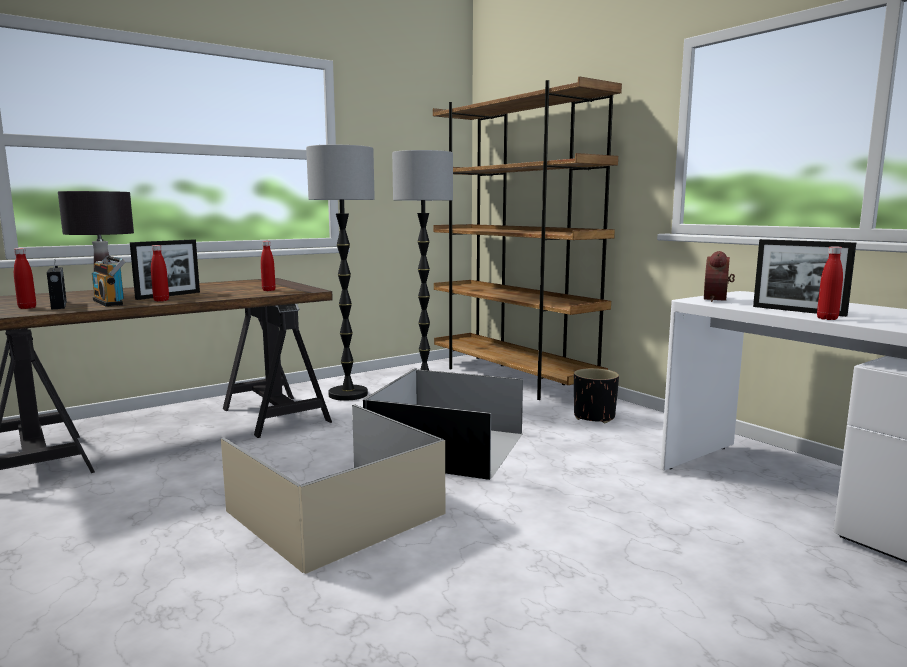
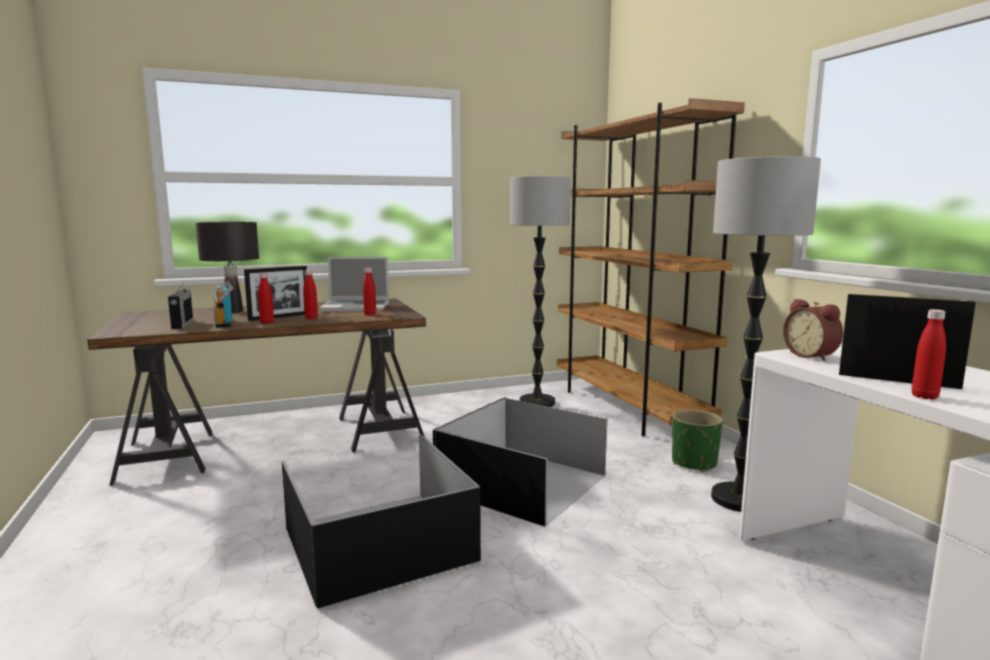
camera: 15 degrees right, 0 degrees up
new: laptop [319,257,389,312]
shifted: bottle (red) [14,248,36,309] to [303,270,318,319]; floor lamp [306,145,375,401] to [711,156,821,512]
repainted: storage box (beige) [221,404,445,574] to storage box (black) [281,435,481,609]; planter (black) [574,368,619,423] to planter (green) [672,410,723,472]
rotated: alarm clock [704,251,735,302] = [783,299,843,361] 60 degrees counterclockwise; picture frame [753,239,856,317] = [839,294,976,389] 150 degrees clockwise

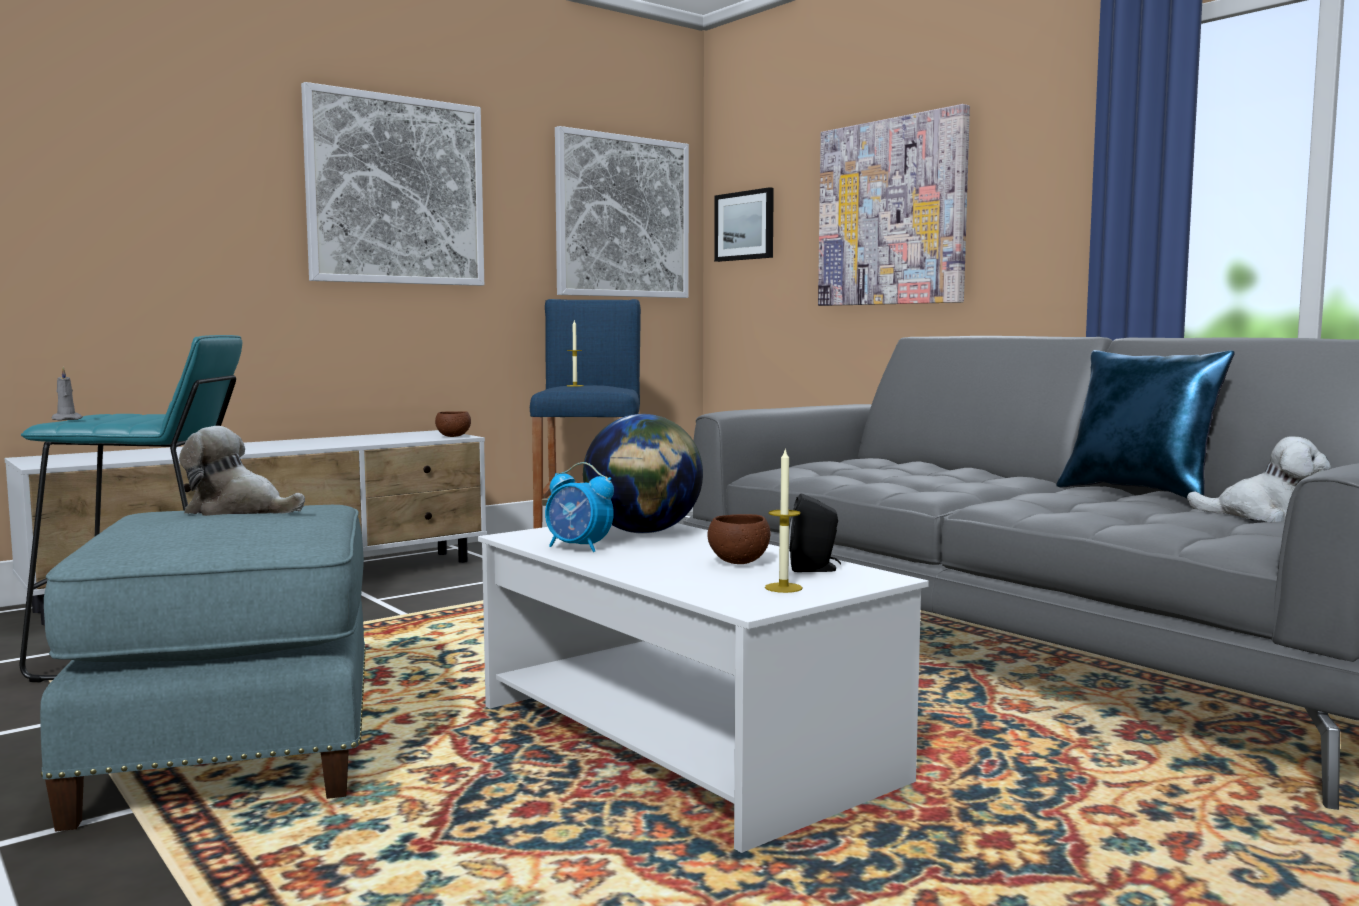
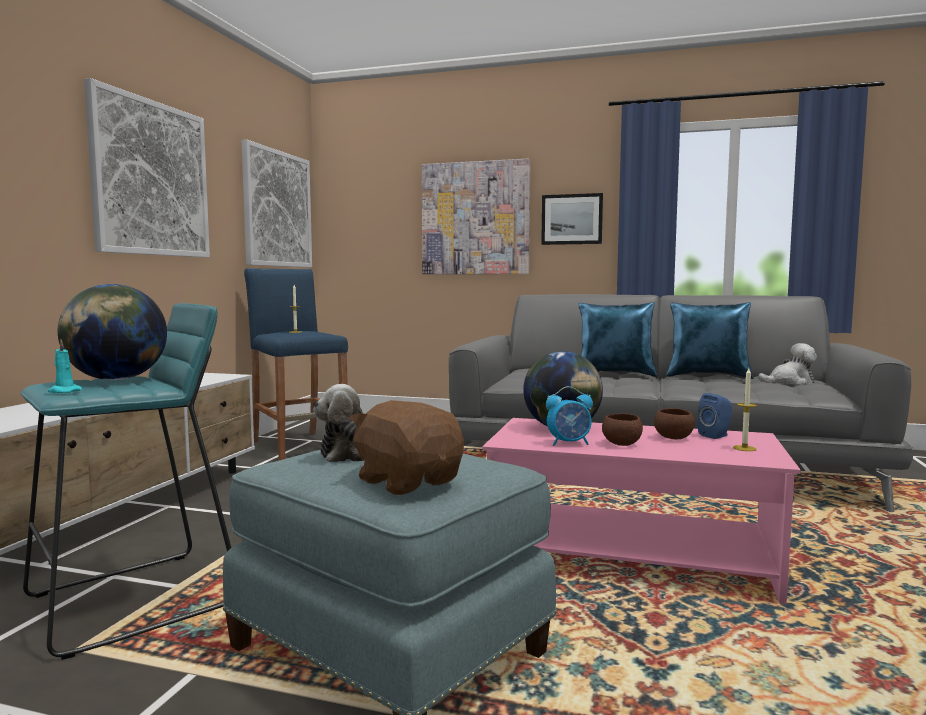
camera: 35 degrees left, 0 degrees up
new: globe [58,284,167,380]; plush toy (brown) [350,400,464,495]; pillow (blue) [579,302,657,377]
shifted: bowl (brown) [435,411,471,437] to [602,413,643,446]; picture [714,187,774,262] to [541,193,603,245]
repainted: candle (grey) [52,367,83,420] to candle (turquoise) [48,339,82,393]; coffee table (white) [478,523,929,853] to coffee table (pink) [482,418,801,605]; speaker (black) [789,493,841,572] to speaker (blue) [697,393,732,439]

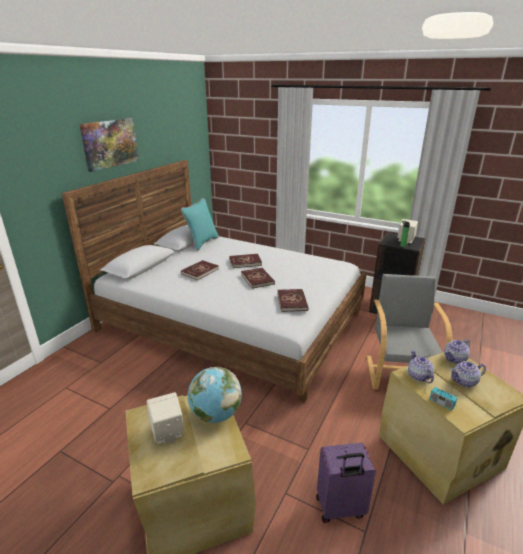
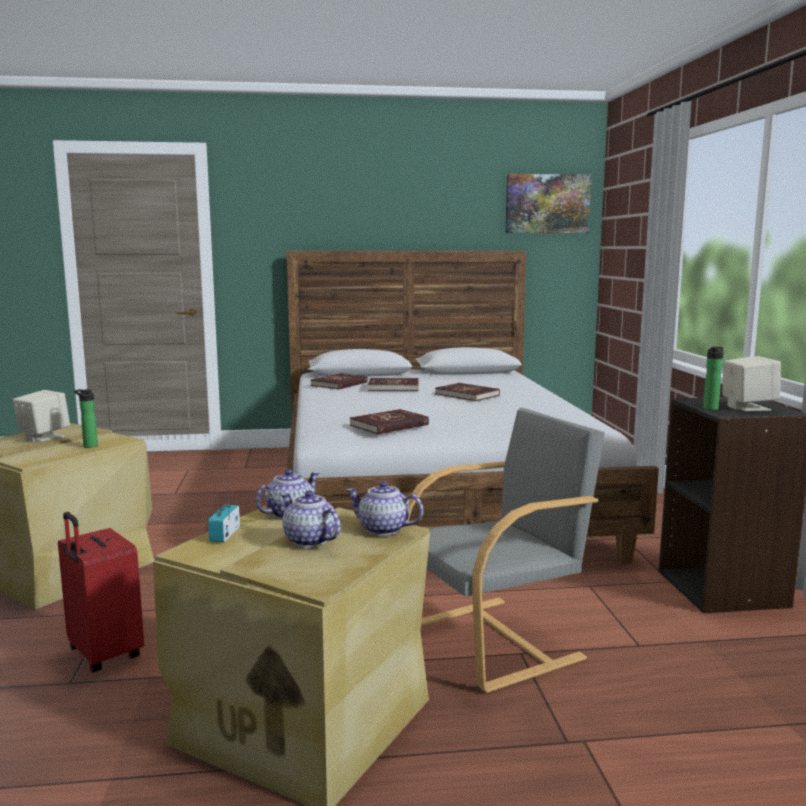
camera: 55 degrees right, 15 degrees down
gone: pillow (turquoise) [181,198,219,251]
shifted: picture [79,118,139,172] to [505,174,592,233]; book (red) [241,268,275,289] to [311,373,368,390]
swapped: globe [188,367,242,423] to bottle [74,389,98,448]
repainted: suitcase (purple) [316,443,376,523] to suitcase (red) [58,512,144,673]

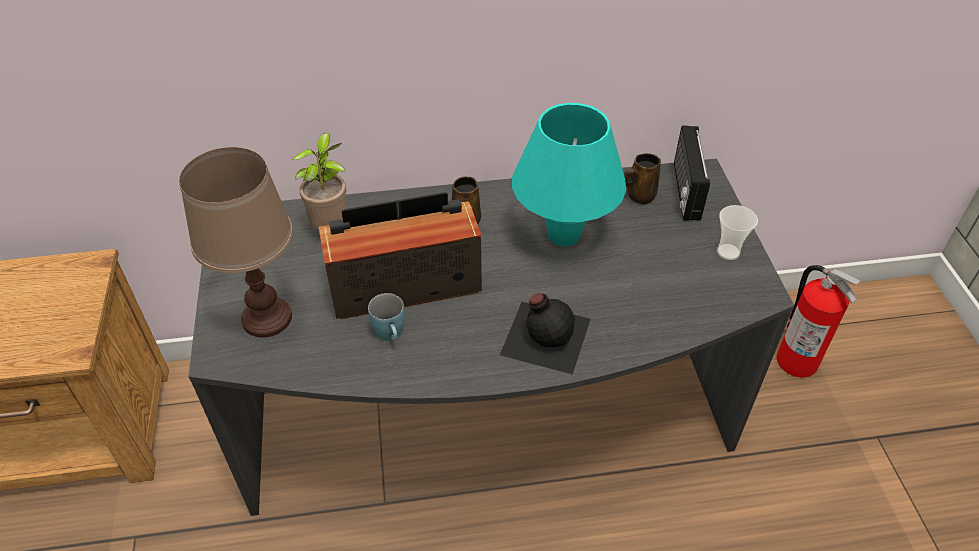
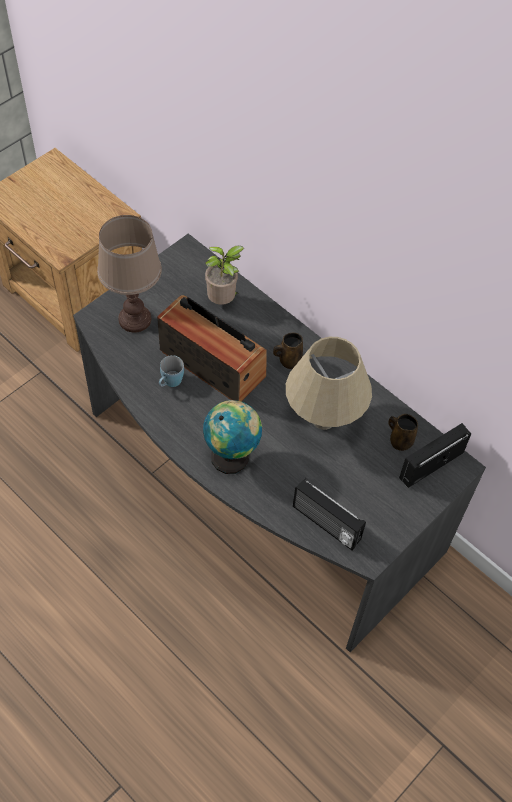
camera: 50 degrees right, 10 degrees up
gone: cup [717,205,758,260]; fire extinguisher [777,265,861,377]
new: radio [293,478,366,551]
swapped: bottle (black) [500,293,591,375] to globe [203,400,262,474]
repainted: table lamp (turquoise) [512,103,626,247] to table lamp (beige) [286,337,372,430]

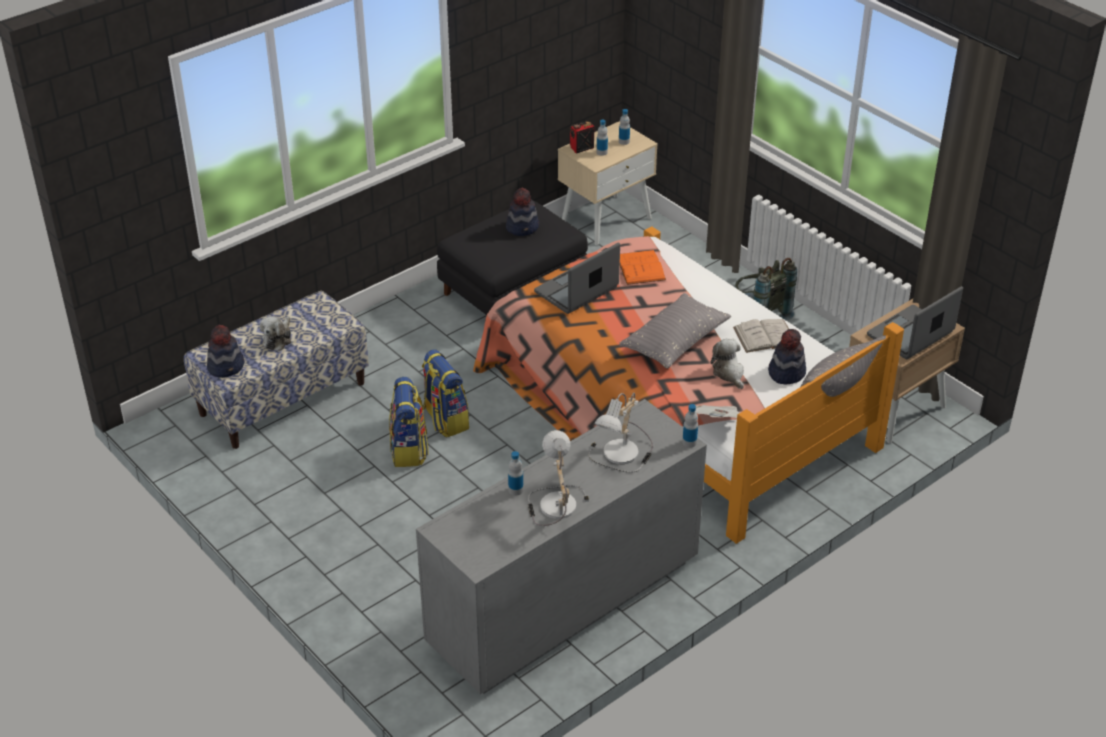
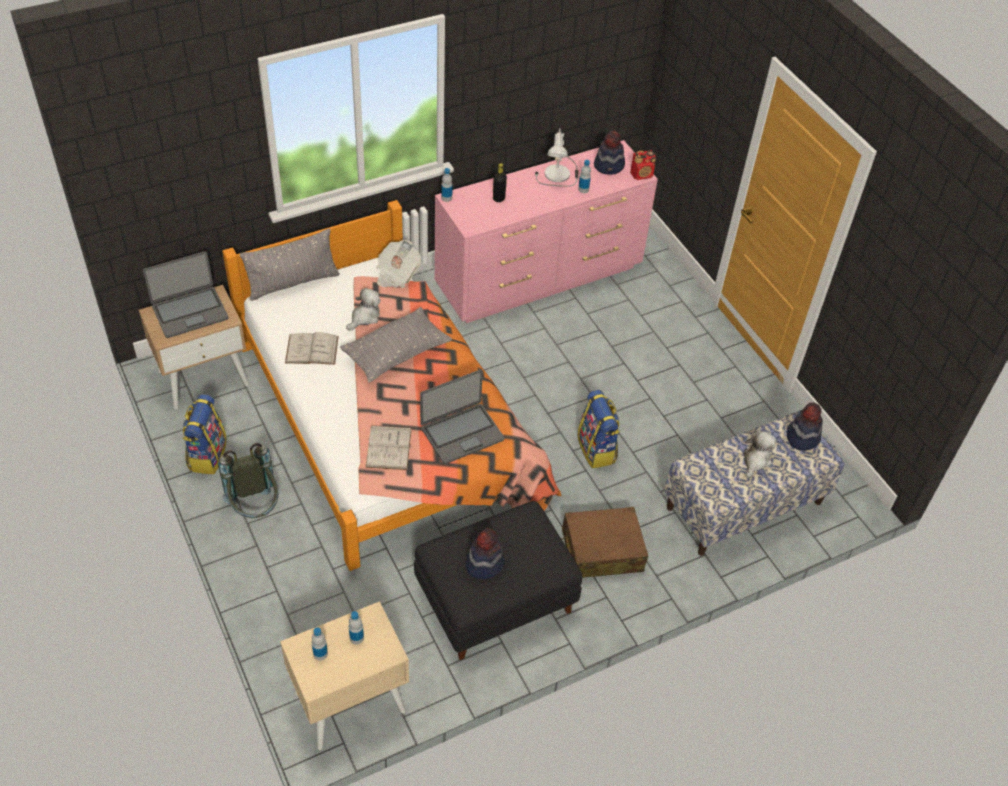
camera: 170 degrees left, 10 degrees up
new: suitcase (brown) [562,507,648,578]
shifted: backpack [389,377,429,467] to [182,394,227,474]; radio [570,121,594,154] to [630,150,656,180]; hat [768,329,806,384] to [594,130,625,175]
swapped: table lamp [588,393,653,473] to bottle (black) [493,163,507,202]
repainted: dresser (grey) [416,399,707,694] to dresser (pink) [435,140,658,323]; book (orange) [620,250,666,285] to book (white) [365,425,412,470]
rotated: plush toy [711,339,744,389] = [346,288,381,330] 135 degrees counterclockwise

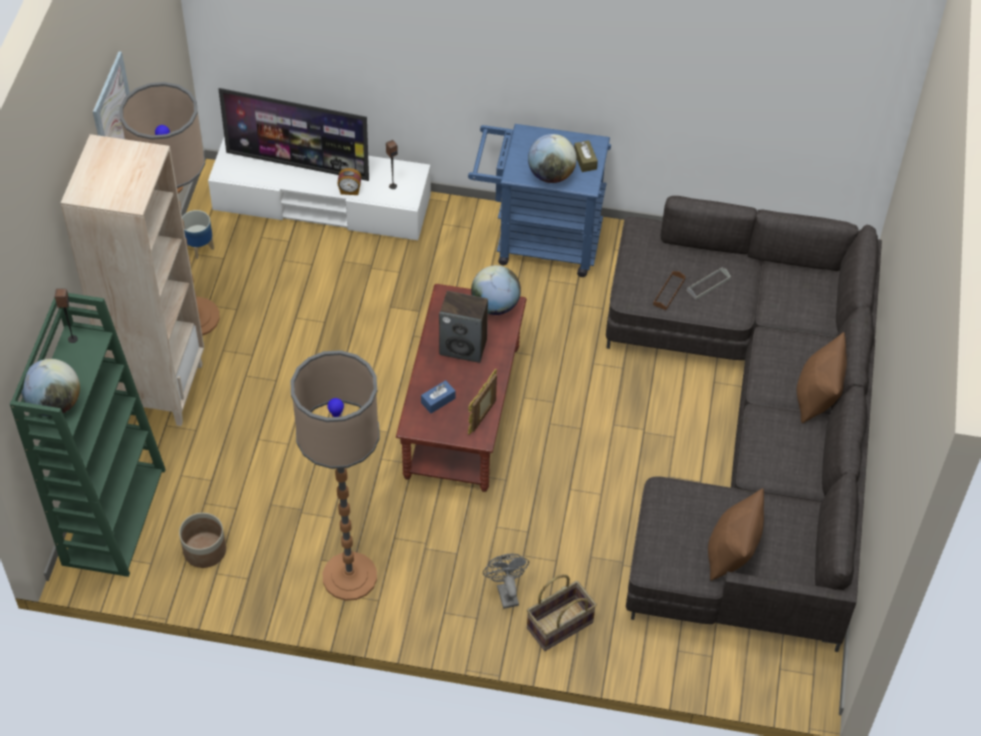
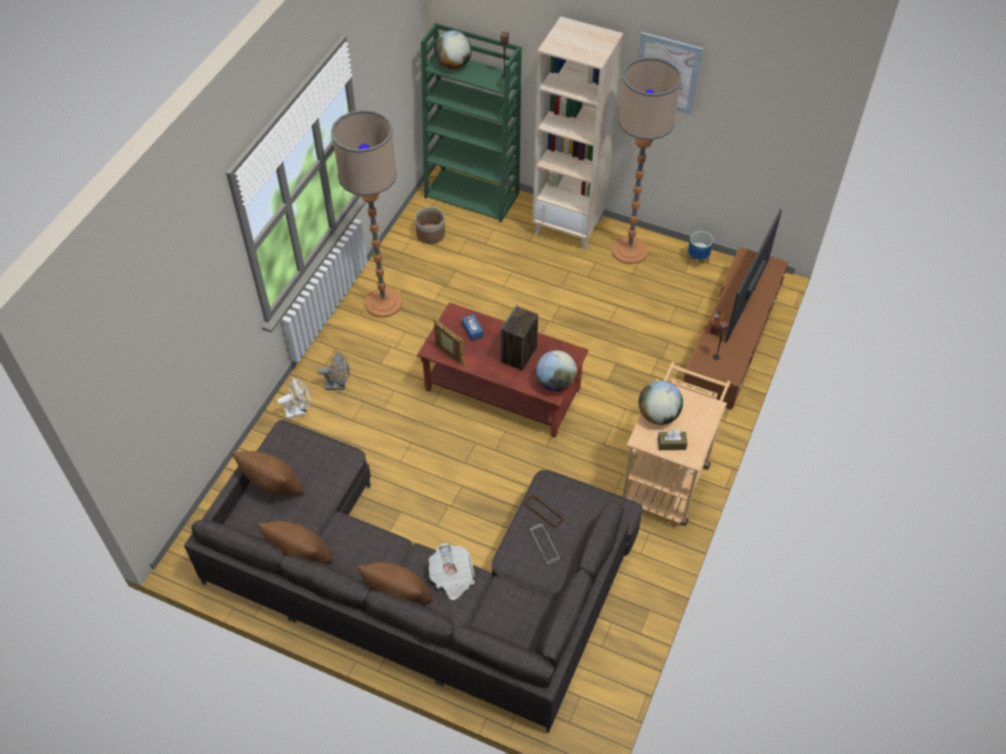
camera: 105 degrees right, 0 degrees up
new: pillow (brown) [257,521,334,564]; newspaper [429,543,475,600]
swapped: basket [527,574,597,651] to fan (white) [277,377,310,419]
repainted: tv stand (white) [208,138,431,240] to tv stand (brown) [683,247,788,410]; cart (blue) [468,124,611,277] to cart (beige) [622,362,730,526]

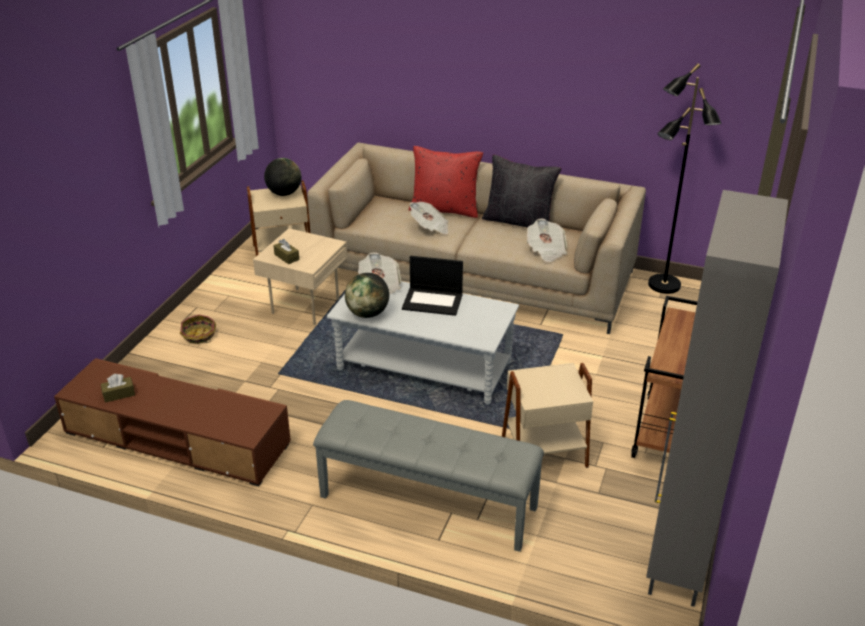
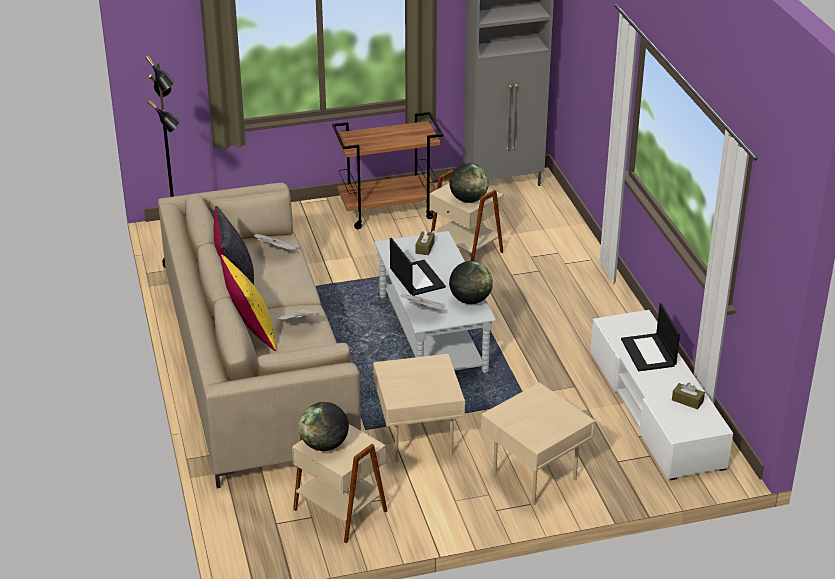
camera: 125 degrees left, 0 degrees up
gone: bench (grey) [313,400,544,552]
new: globe [449,163,489,203]; laptop [621,303,680,371]
shifted: tissue box (brown) [273,239,299,264] to [416,229,435,255]
swapped: basket [180,315,216,344] to side table (beige) [481,383,595,505]
repainted: tv stand (brown) [54,358,291,486] to tv stand (white) [591,310,733,480]; pillow (red) [409,146,483,218] to pillow (yellow) [220,255,276,352]

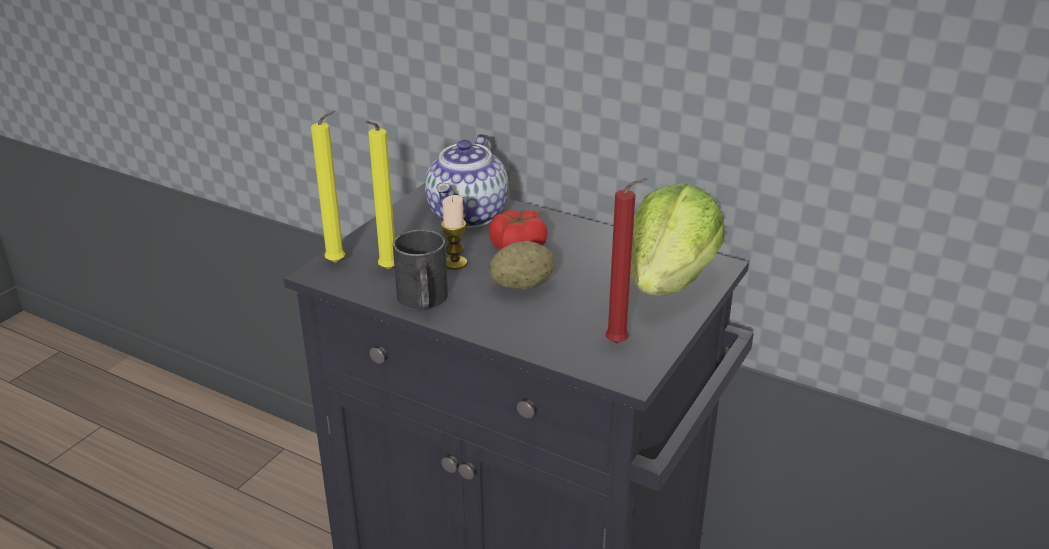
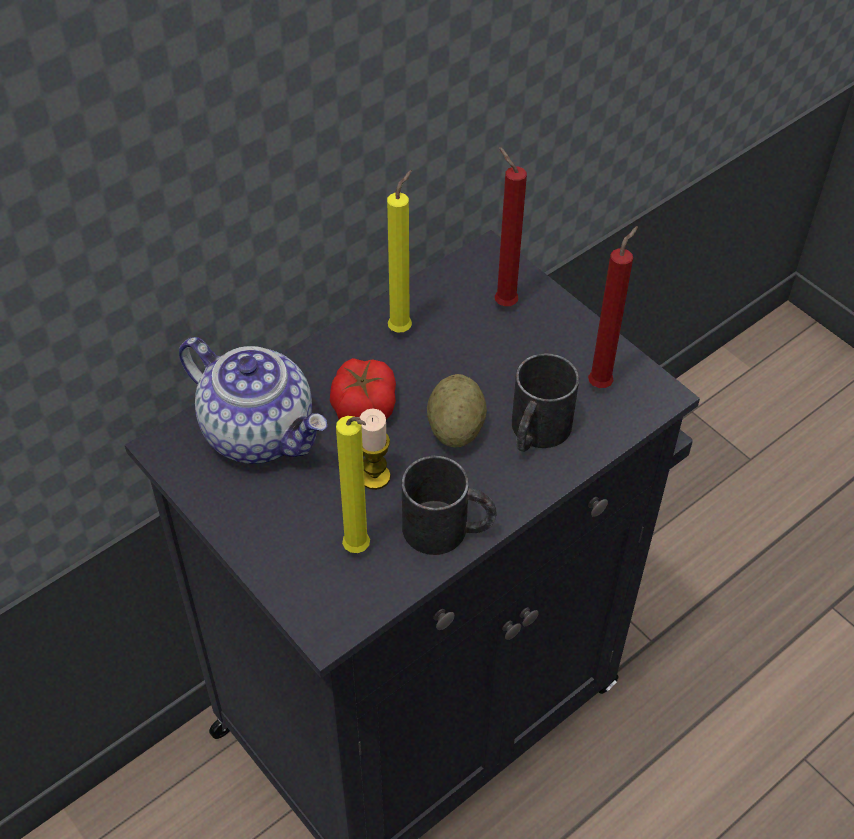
camera: 70 degrees left, 20 degrees up
new: mug (black) [512,353,579,452]
shifted: candle (yellow) [311,111,345,263] to [387,170,412,332]
swapped: lettuce [630,183,725,296] to candle (red) [495,147,527,306]

